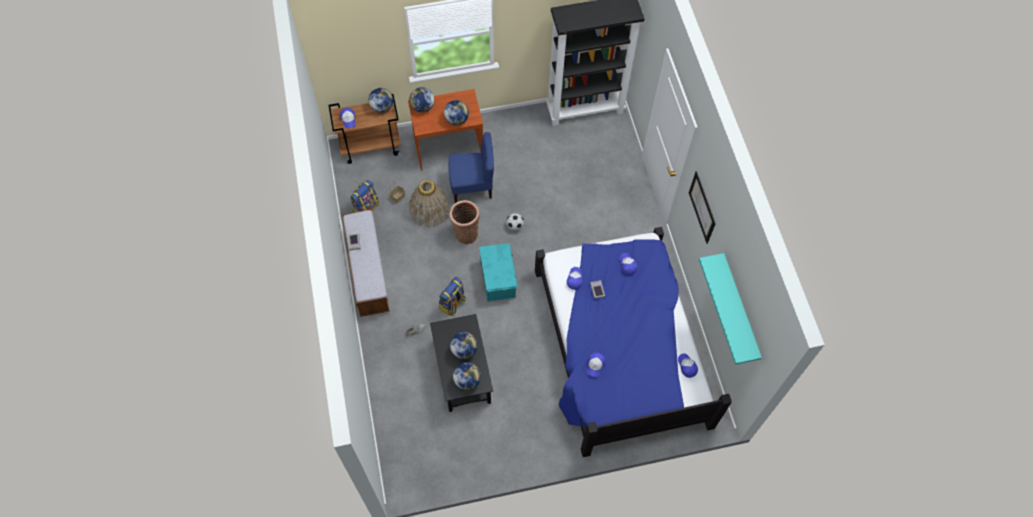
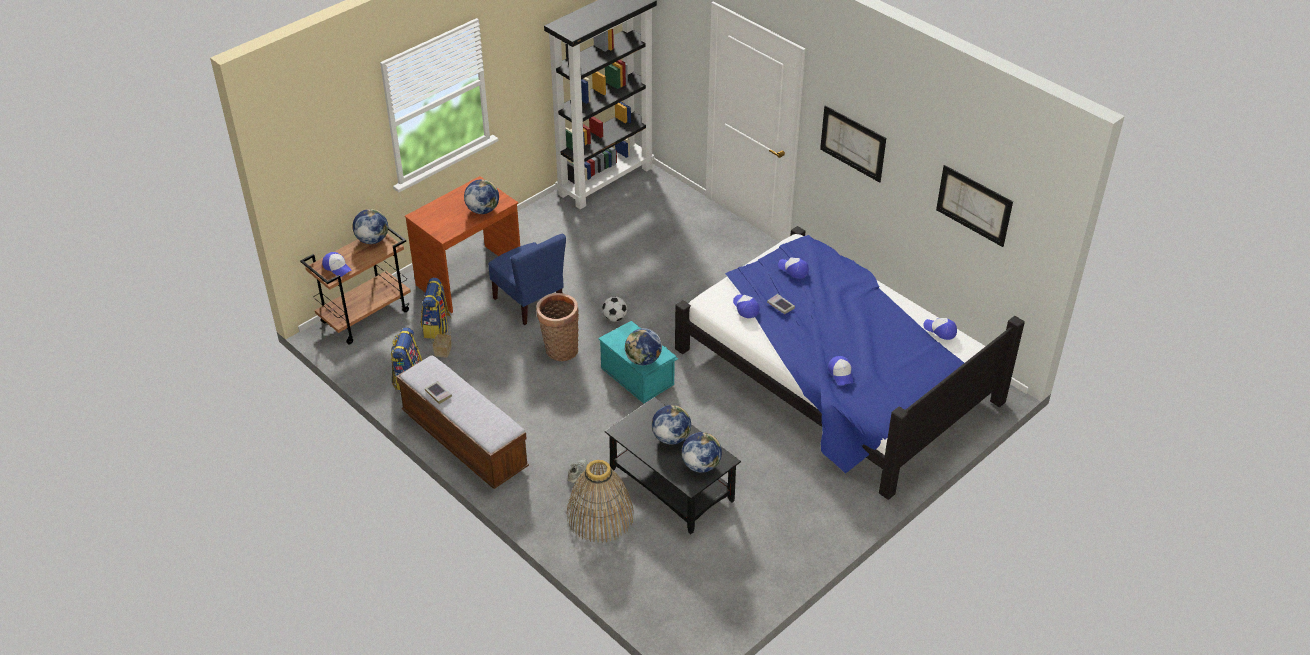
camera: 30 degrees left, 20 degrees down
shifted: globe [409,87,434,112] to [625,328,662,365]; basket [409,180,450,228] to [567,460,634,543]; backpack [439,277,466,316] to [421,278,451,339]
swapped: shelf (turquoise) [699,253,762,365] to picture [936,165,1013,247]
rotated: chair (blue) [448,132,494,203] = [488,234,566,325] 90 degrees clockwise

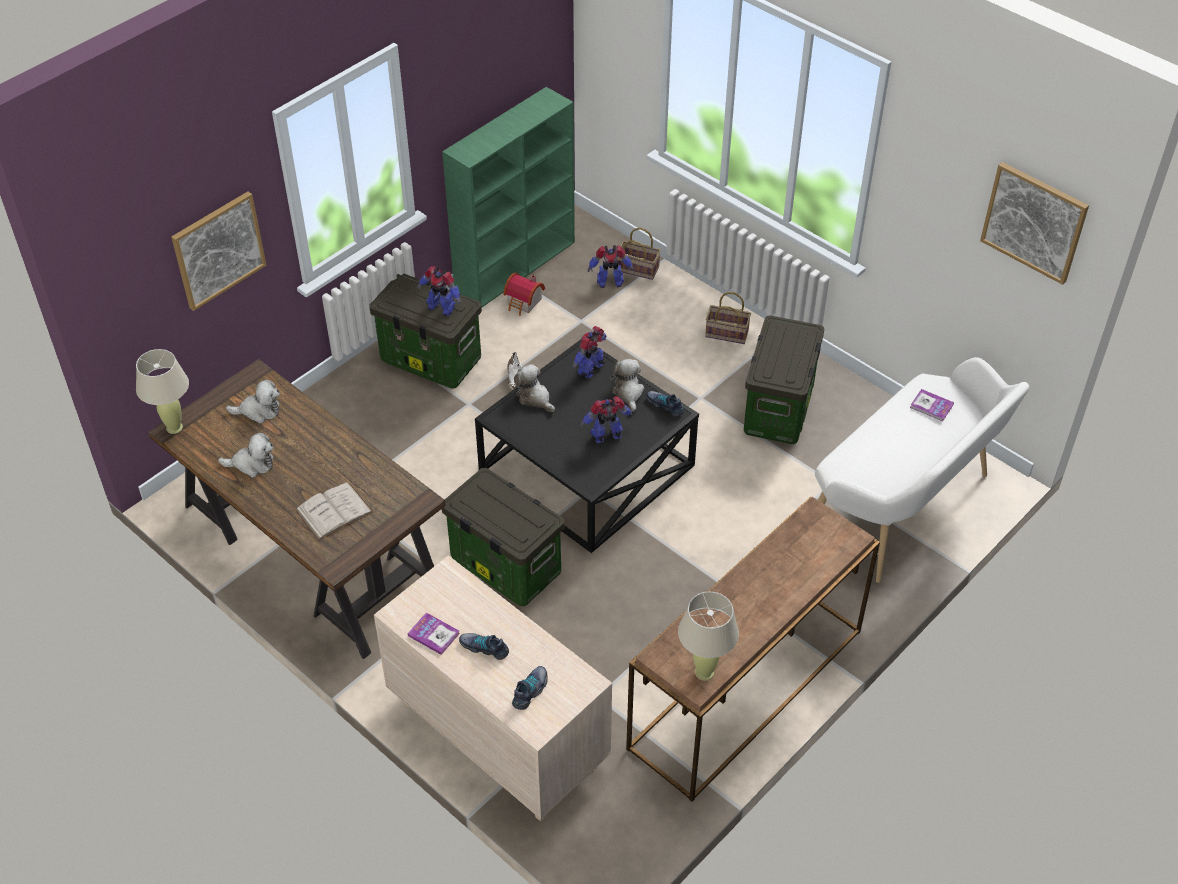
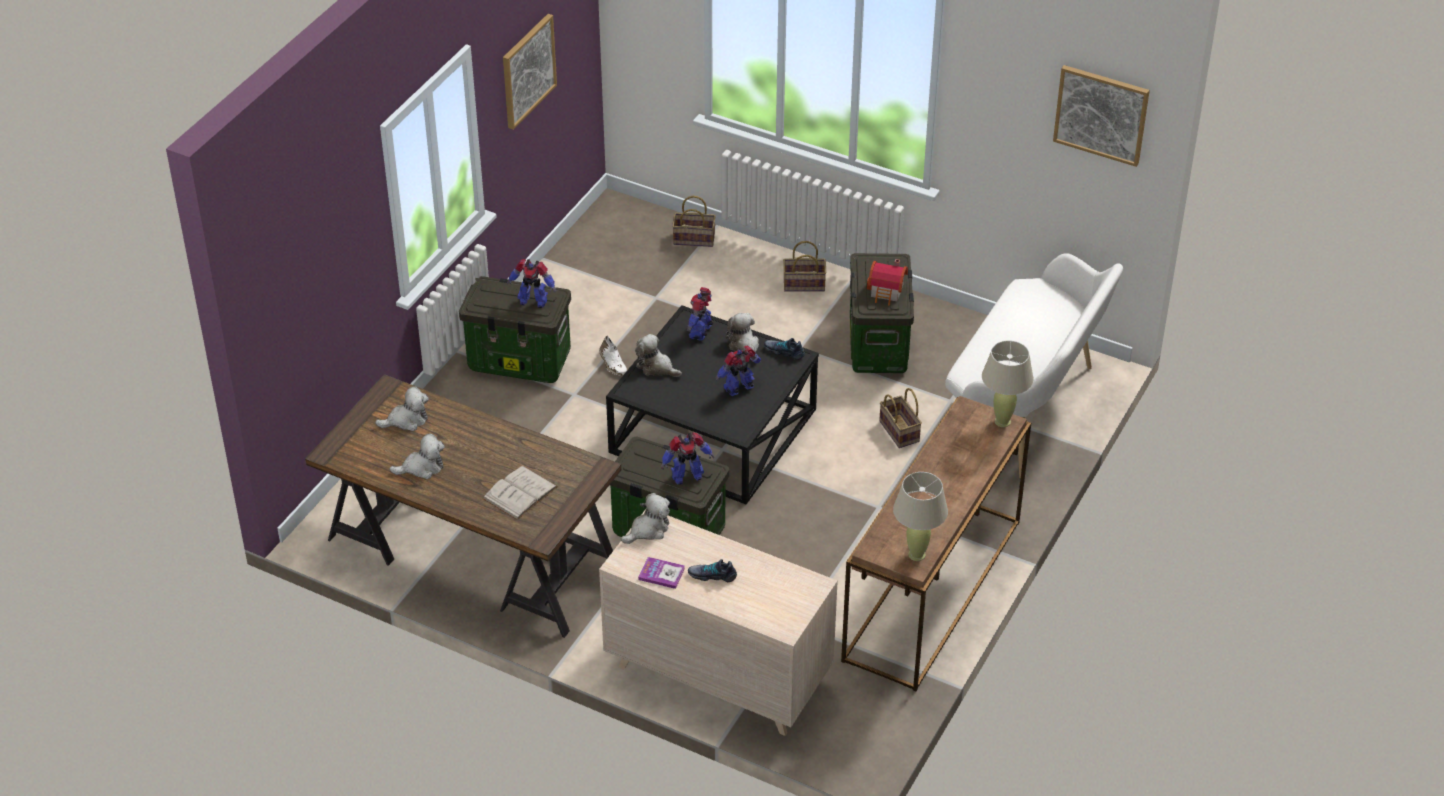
camera: 15 degrees left, 5 degrees down
gone: bookcase (green) [442,87,575,308]; shoe [512,666,548,710]; book [910,389,954,421]
new: plush toy [621,493,670,544]; basket [879,388,922,448]
shifted: table lamp (beige) [136,349,189,434] to [982,340,1034,427]; picture [171,191,266,311] to [503,14,557,129]; toy house [503,272,545,316] to [867,259,908,306]; toy robot [588,245,633,288] to [661,432,714,485]

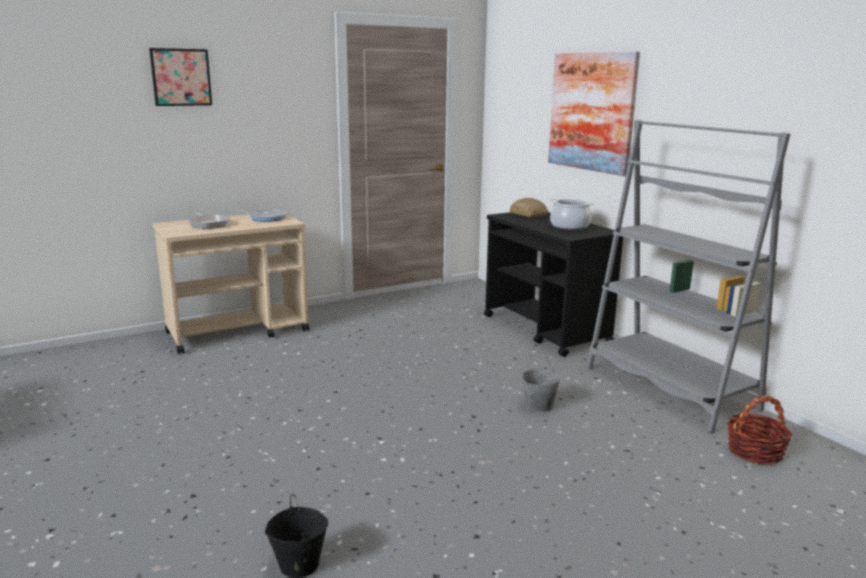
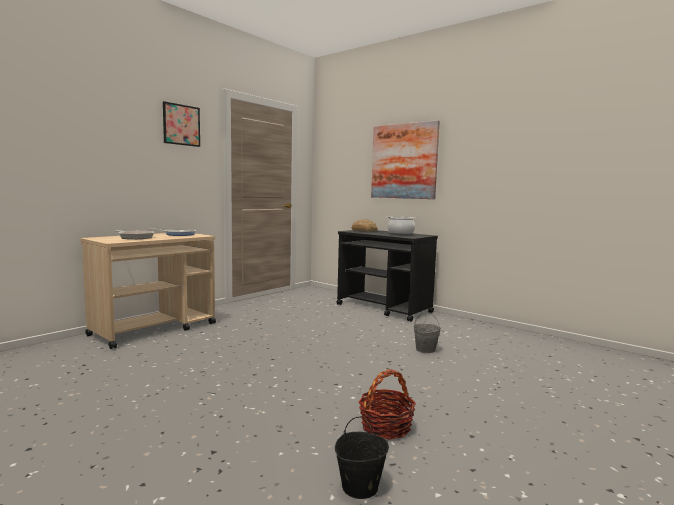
camera: 20 degrees left, 10 degrees down
gone: bookcase (grey) [587,120,790,434]
shifted: picture [149,48,212,106] to [163,101,200,147]; basket [727,395,793,465] to [359,369,416,440]

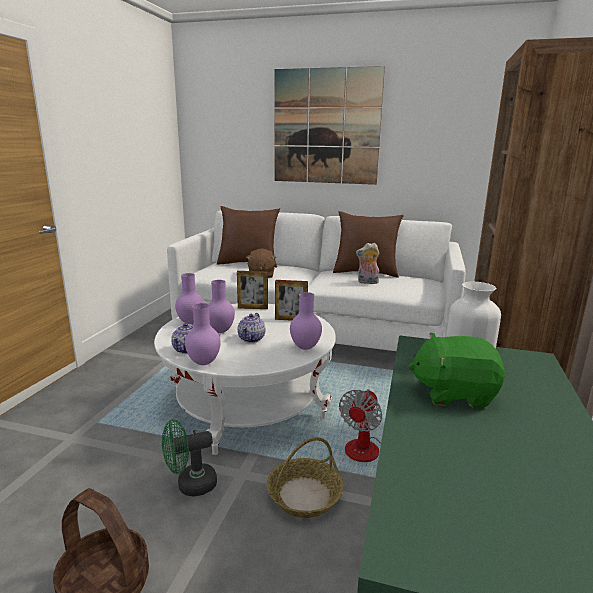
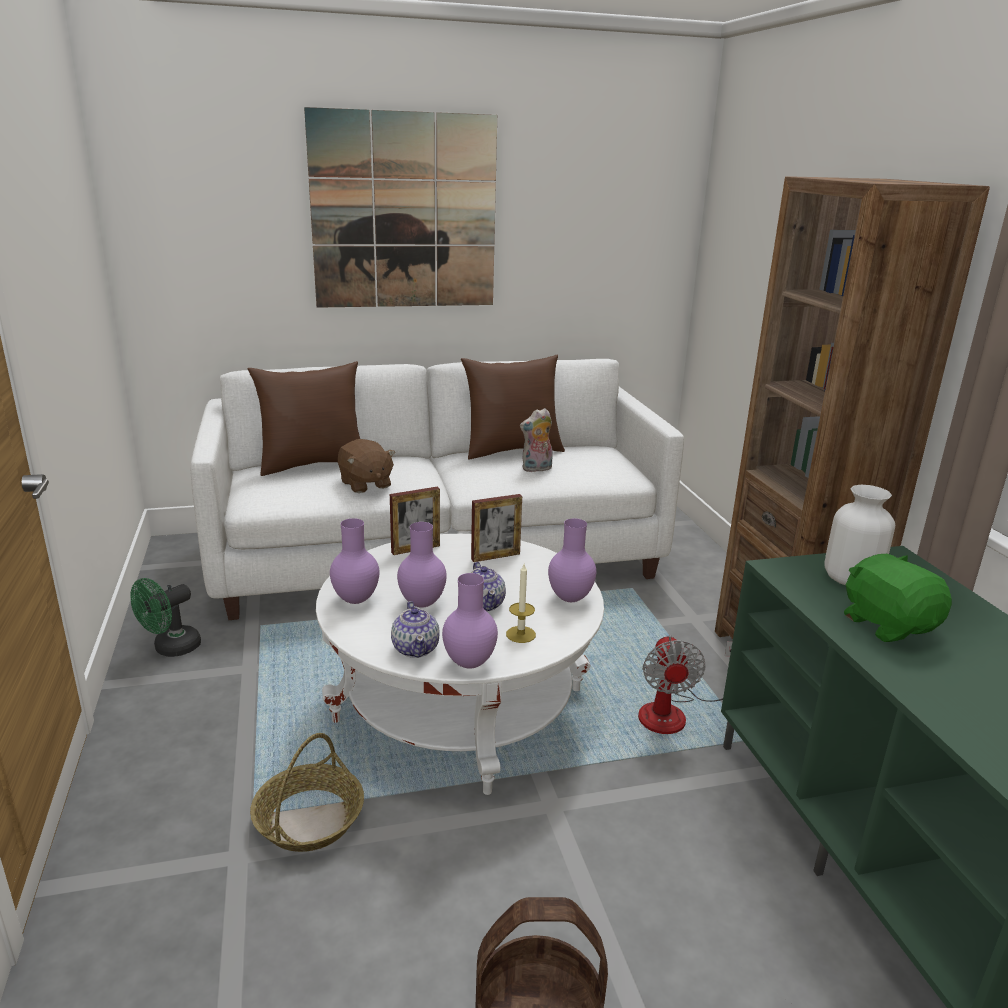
camera: 30 degrees left, 5 degrees up
new: candle [506,564,536,643]
shifted: fan (green) [162,419,217,497] to [130,578,201,657]; basket [267,437,344,518] to [250,733,364,852]
rotated: plush toy (green) [408,333,505,409] = [844,554,952,642] 90 degrees clockwise

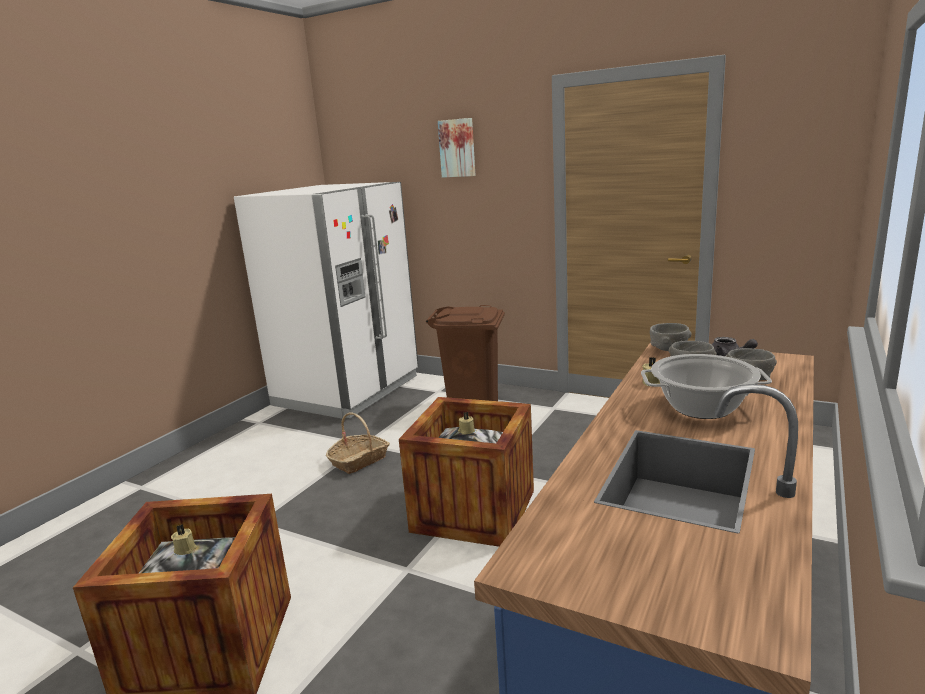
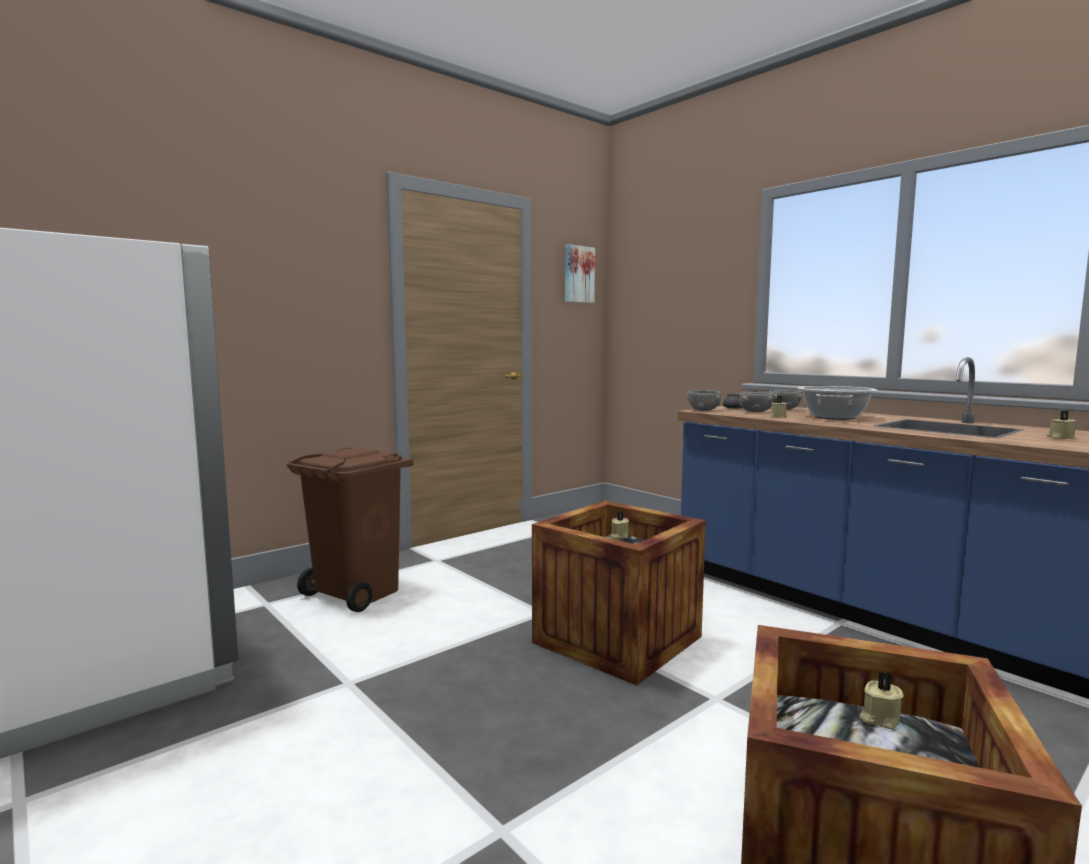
camera: 70 degrees left, 10 degrees down
gone: basket [326,412,390,474]
new: candle (beige) [1047,411,1076,439]
shifted: picture [438,118,476,178] to [565,244,595,303]

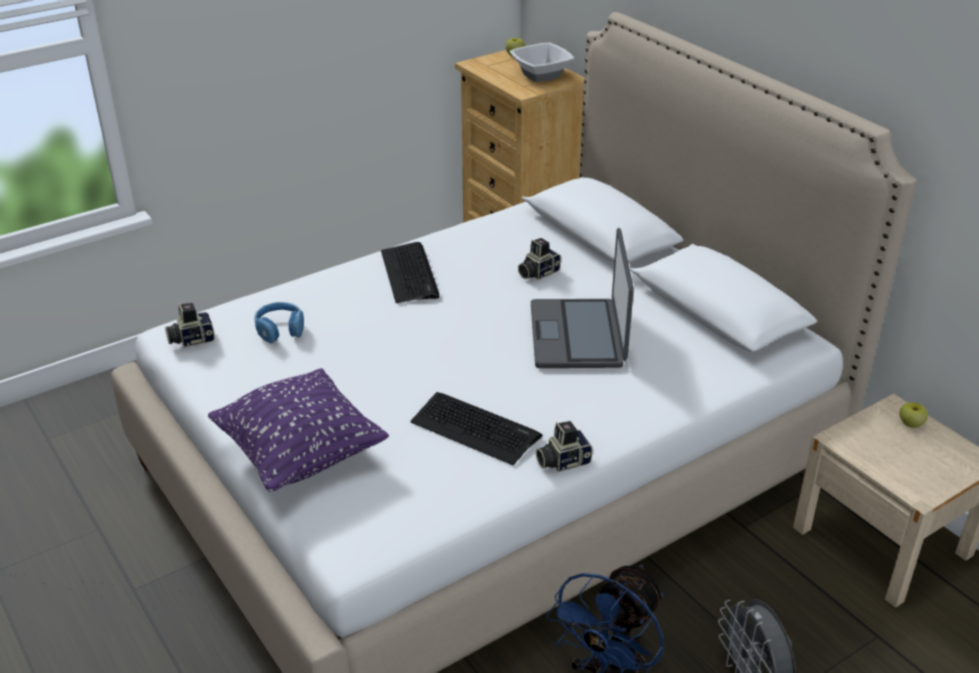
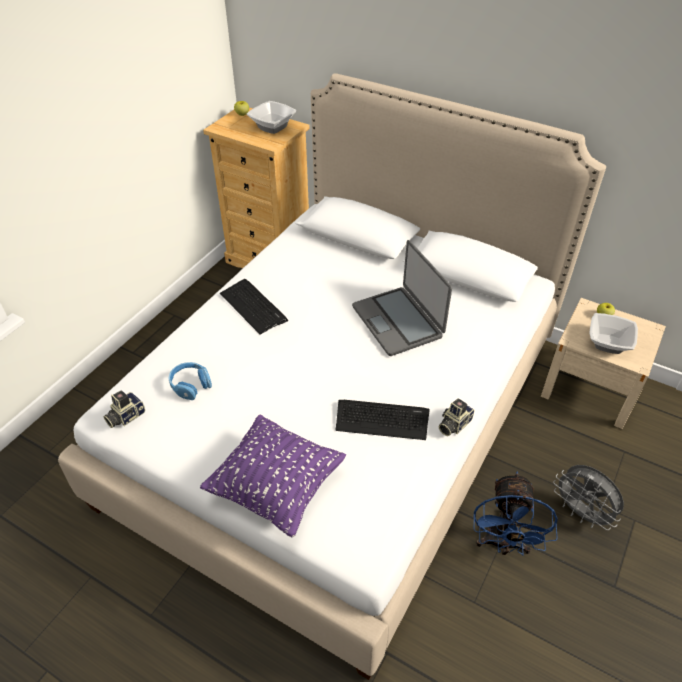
camera: 25 degrees left, 10 degrees up
gone: photo camera [518,238,561,280]
new: bowl [589,313,638,354]

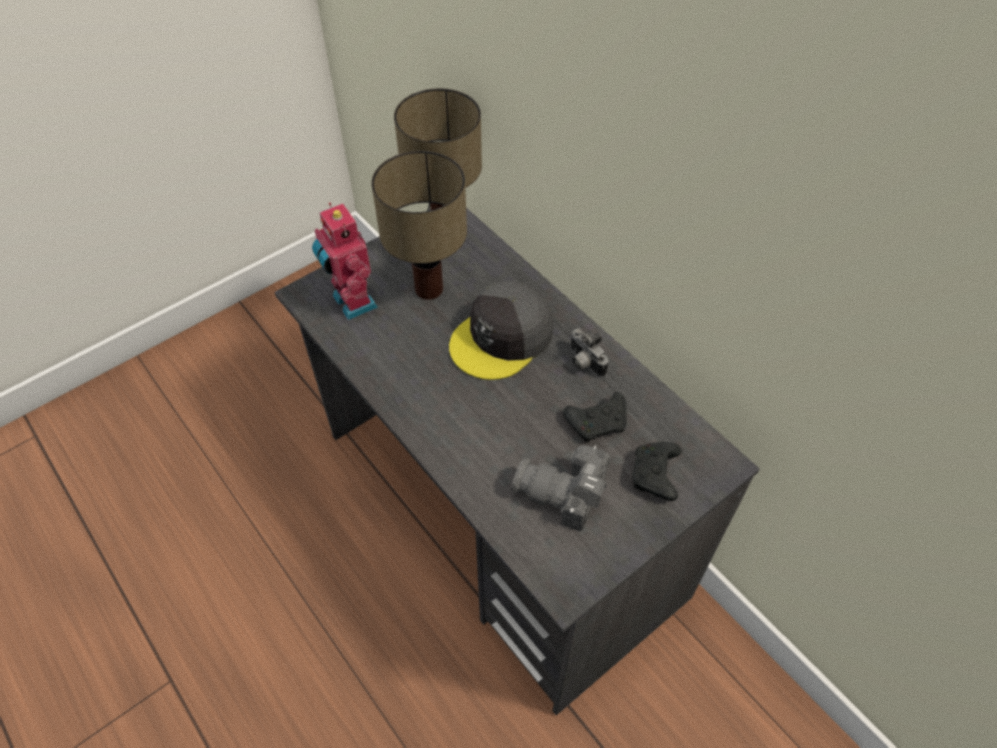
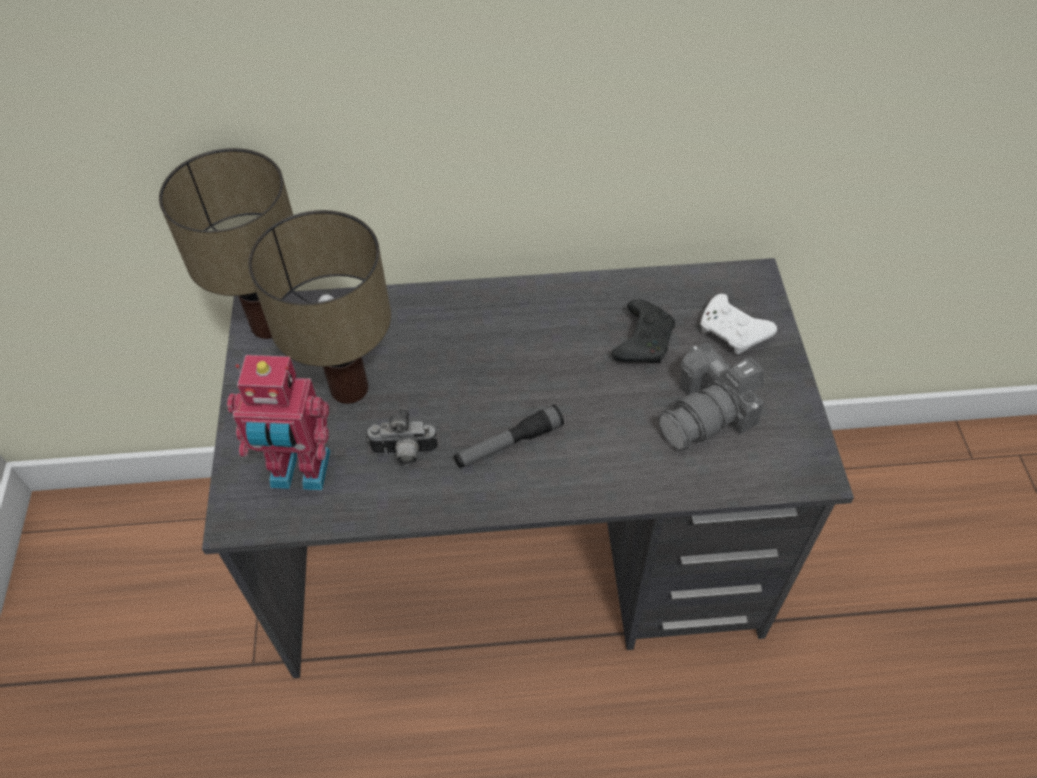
camera: 55 degrees left, 0 degrees up
gone: cap (grey) [449,280,553,380]
new: flashlight [454,404,564,468]
shifted: photo camera [570,329,609,377] to [367,408,438,465]
repainted: game controller (black) [632,442,682,501] to game controller (white) [701,294,777,354]

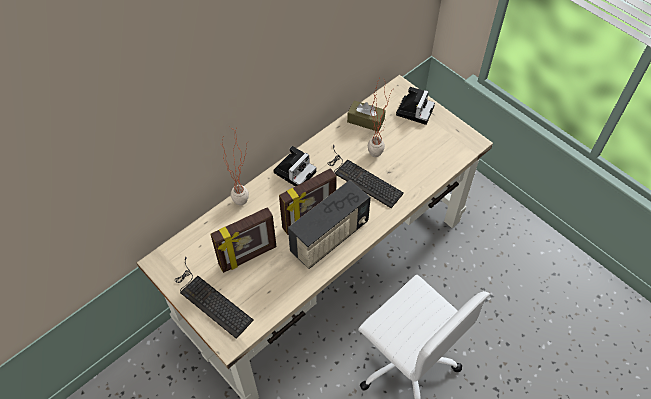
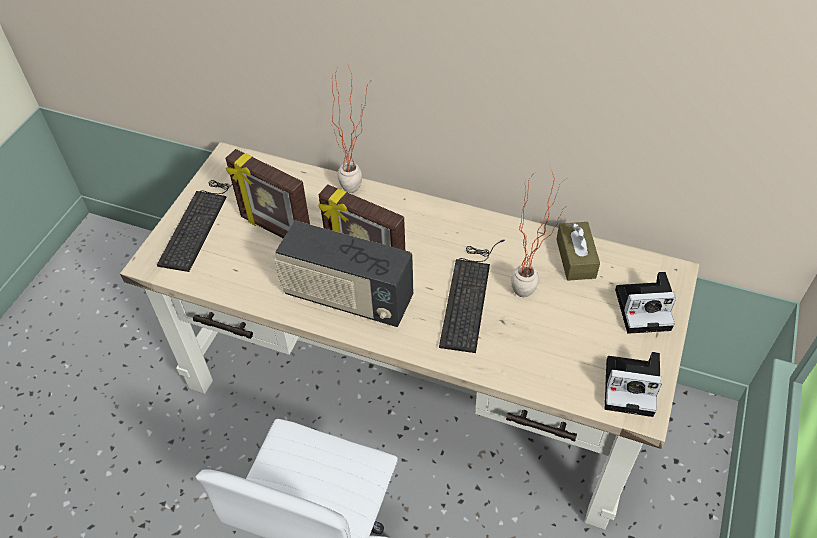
camera: 65 degrees right, 5 degrees down
shifted: photo camera [273,146,316,187] to [605,352,662,417]

